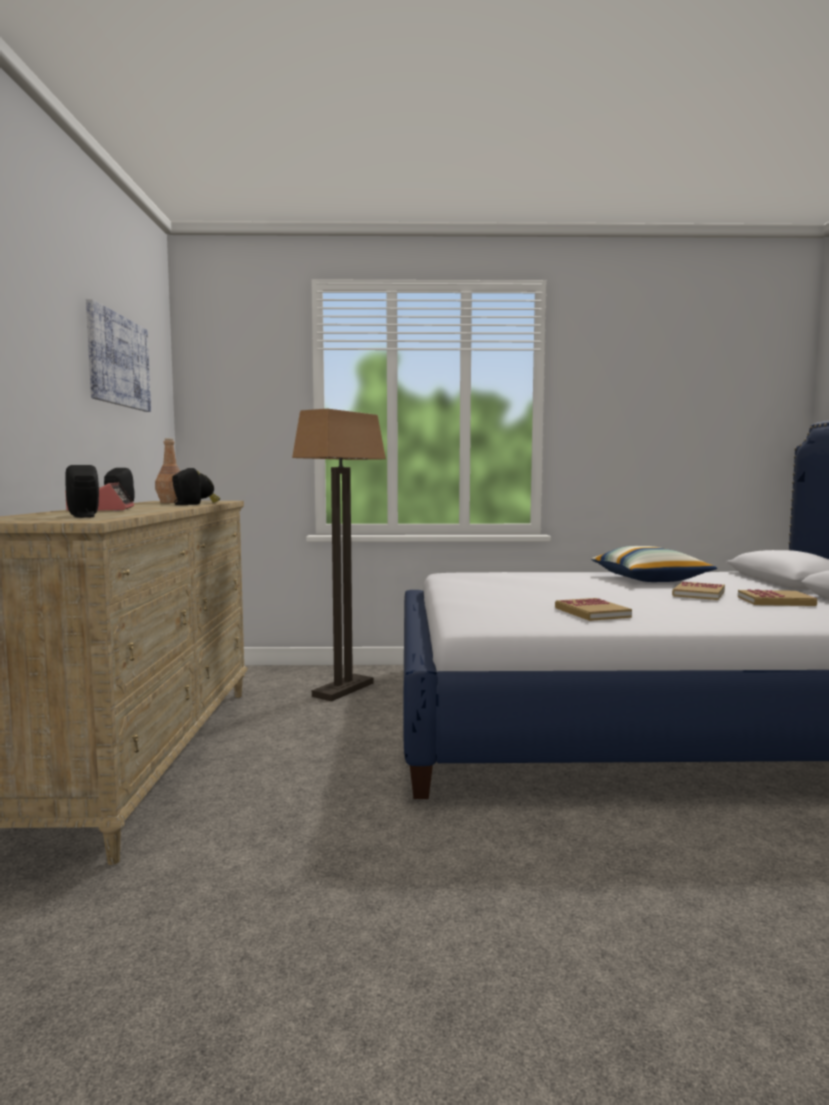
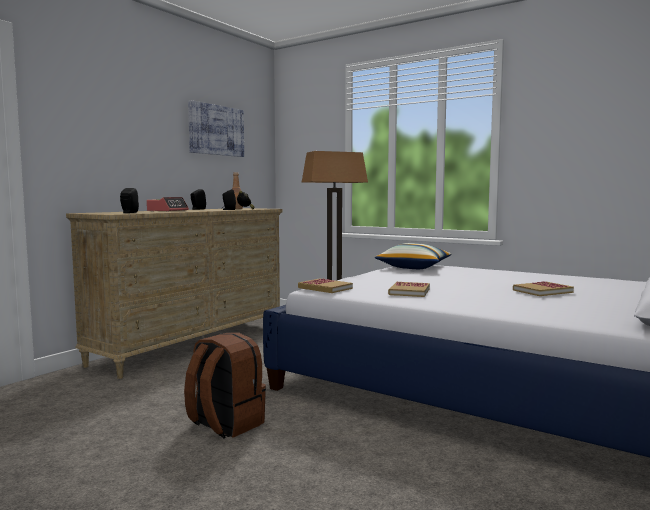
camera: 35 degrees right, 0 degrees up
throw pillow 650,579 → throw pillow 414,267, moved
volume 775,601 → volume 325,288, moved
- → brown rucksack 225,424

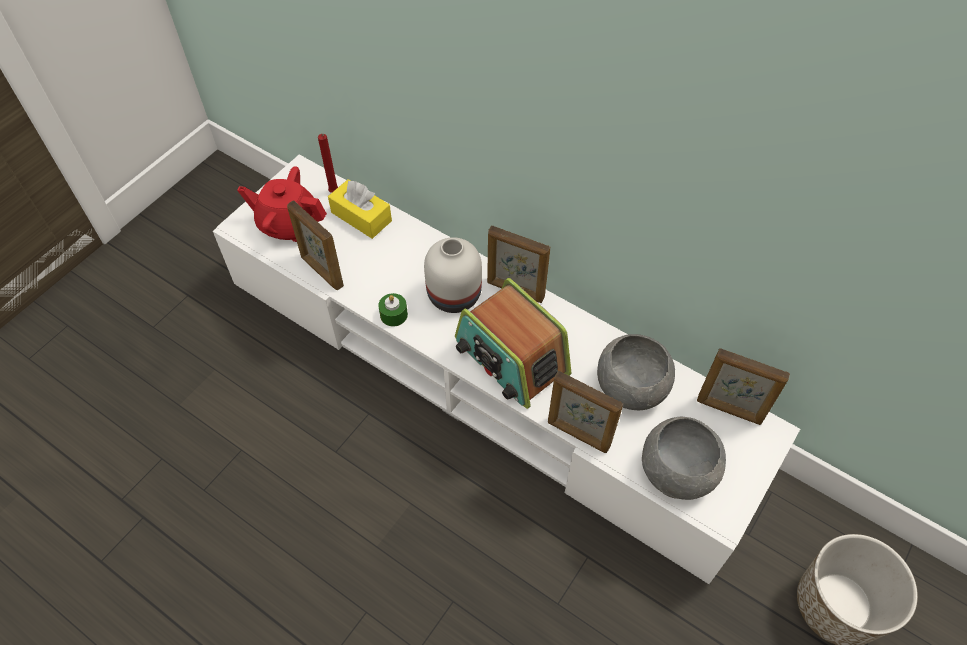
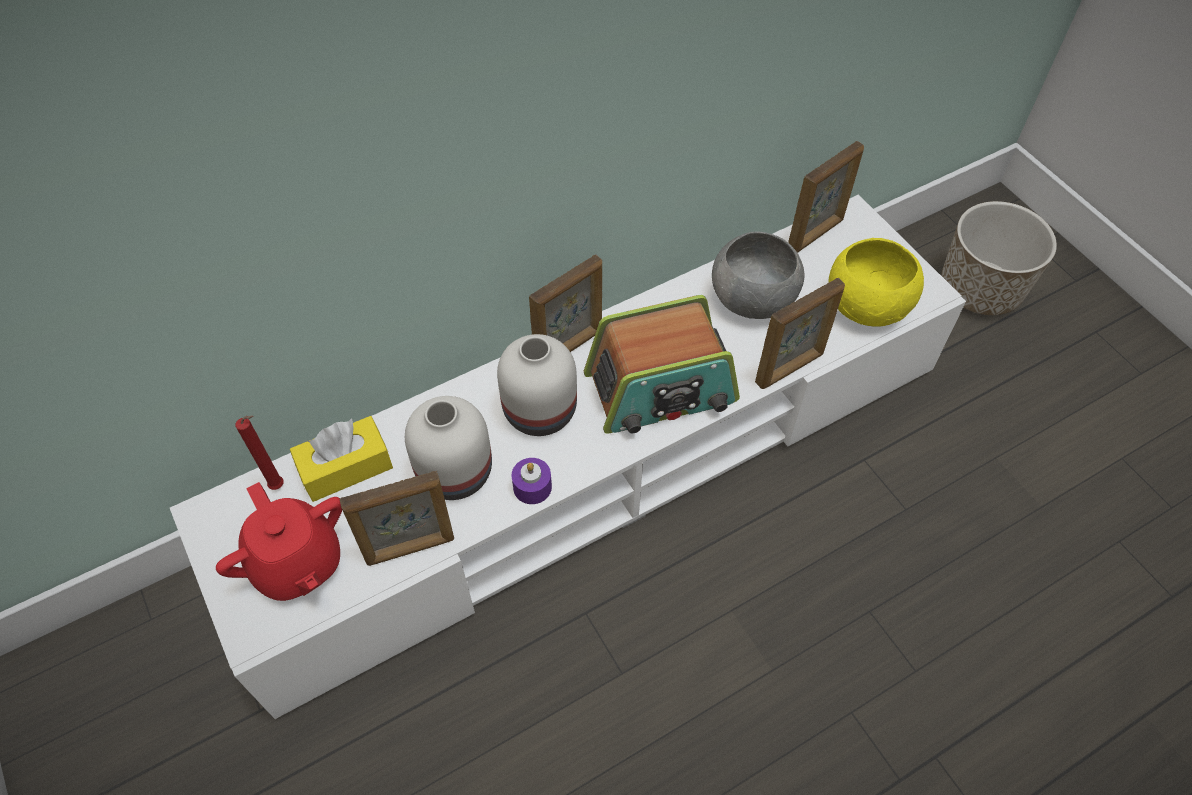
camera: 65 degrees left, 0 degrees up
red pot for tea 289,224 → red pot for tea 297,563, 75 degrees counterclockwise
greenish wax candle 393,315 → purple-coloured wax candle 532,487
greyish serving bowl 677,472 → yellowish serving bowl 868,305
- → whitish vase 453,473

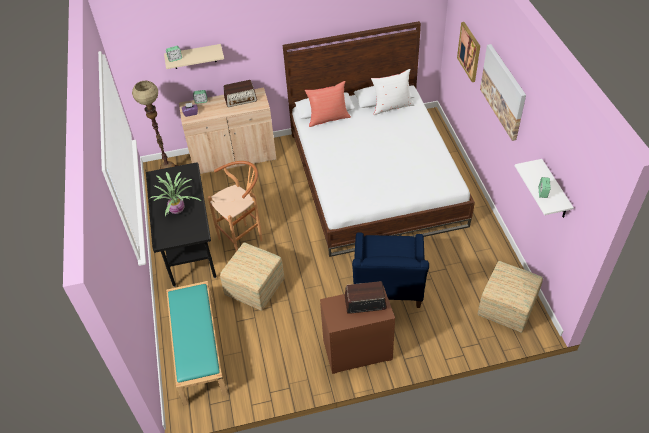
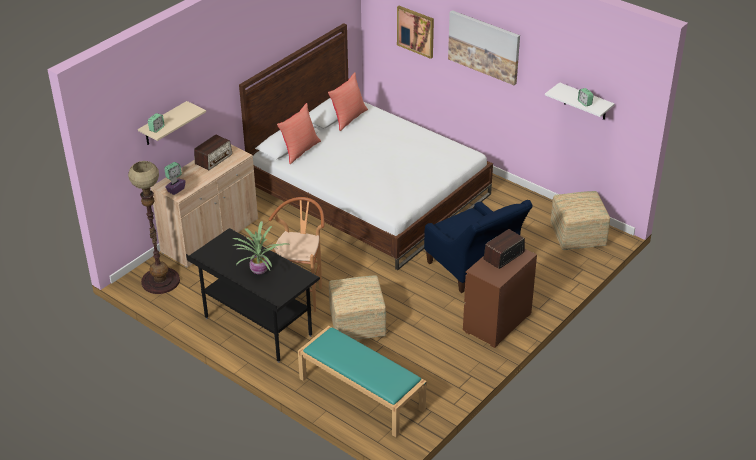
camera: 40 degrees left, 10 degrees down
whitish throw pillow 392,106 → red throw pillow 348,118

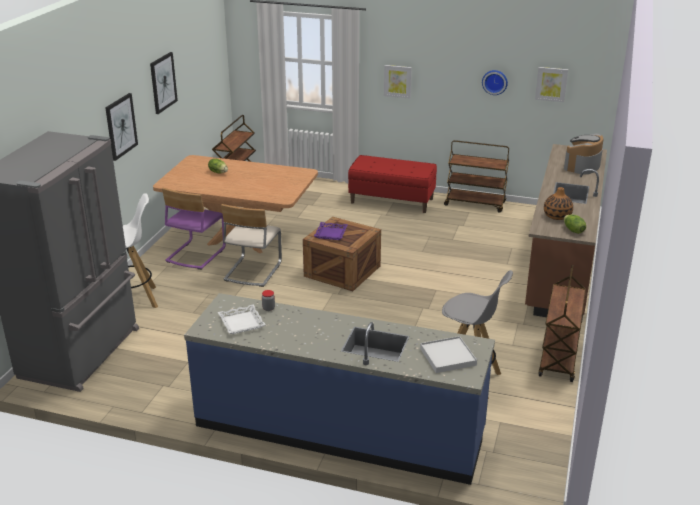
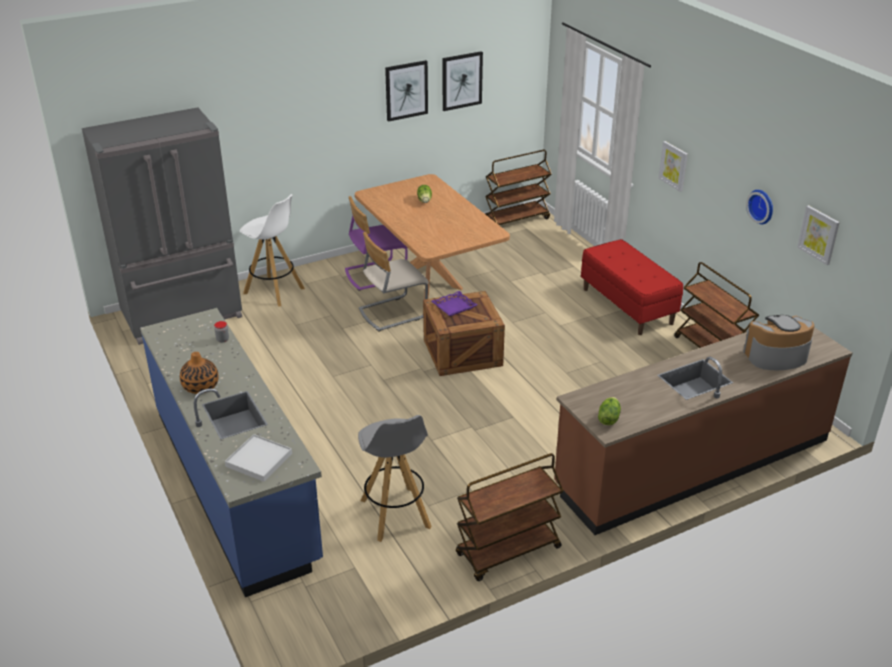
camera: 45 degrees right, 5 degrees up
picture 121,126 → picture 461,81, moved
whitish tray 241,323 → -
vase 557,216 → vase 200,386, moved

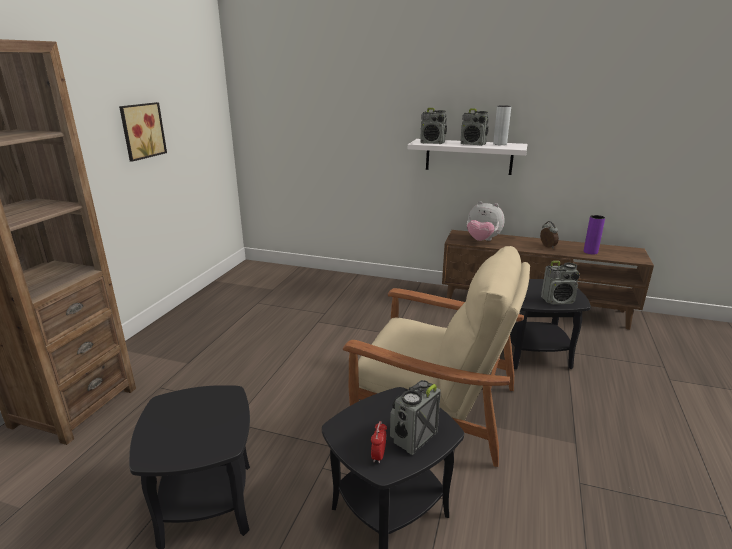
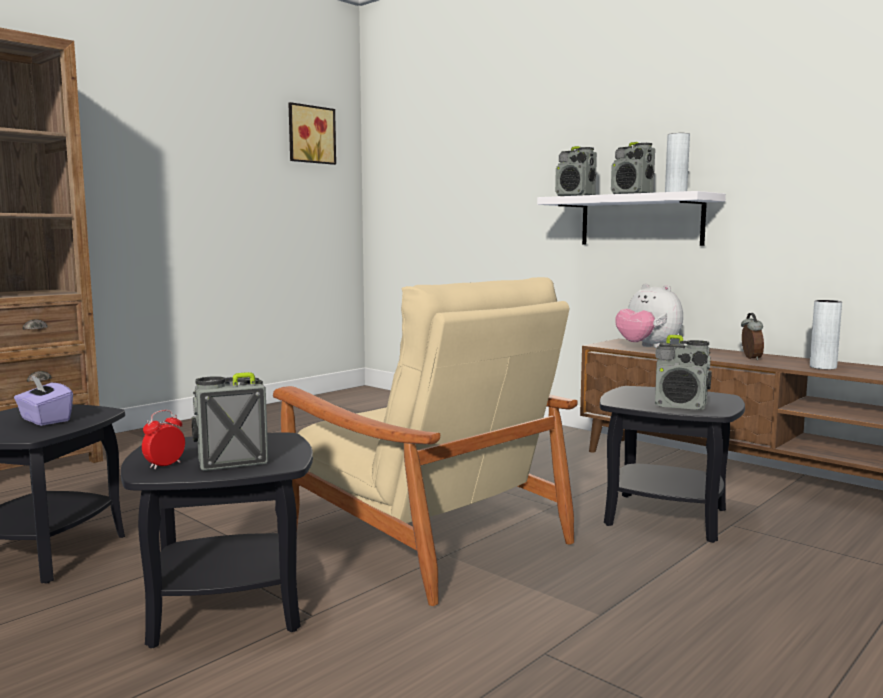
camera: 25 degrees right, 15 degrees down
picture 141,131 → picture 310,134, moved
purple-coloured vase 590,252 → greyish vase 823,367
- → purple-coloured tissue holder 44,420

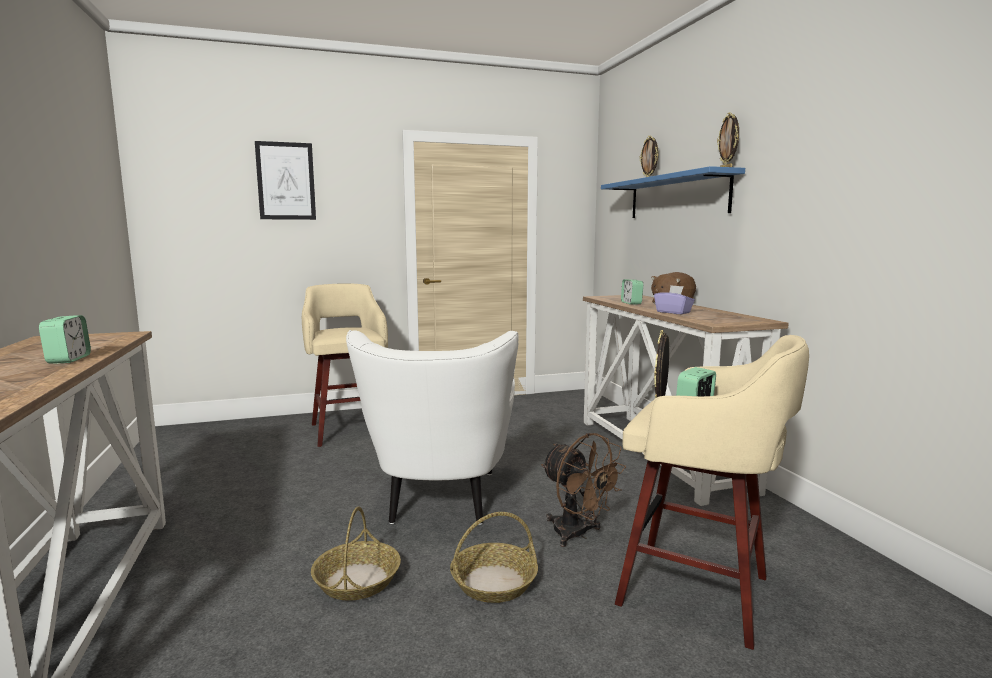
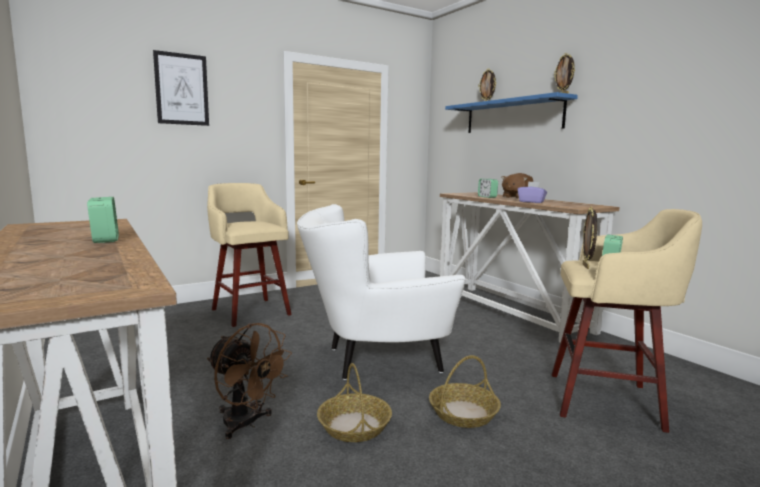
camera: 15 degrees left, 0 degrees up
whitish lounge chair 440,501 → whitish lounge chair 374,359, 90 degrees clockwise
brown fan 577,535 → brown fan 246,424, moved

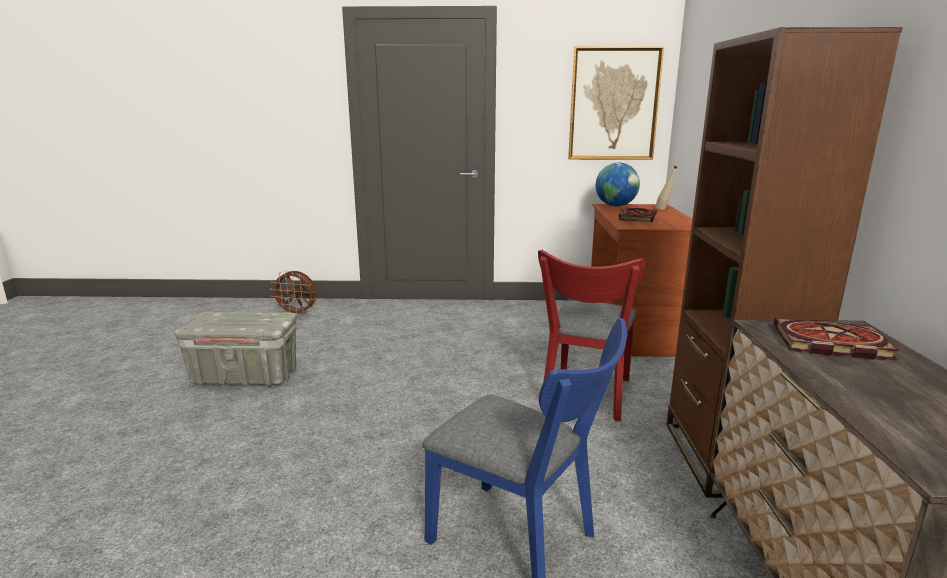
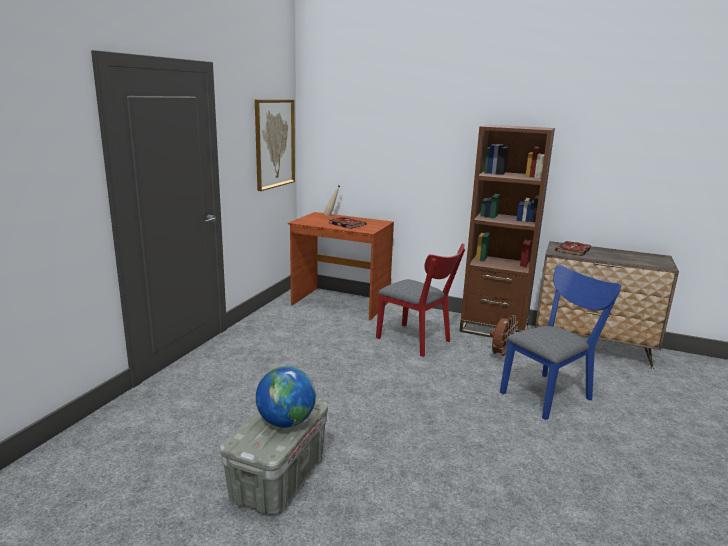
camera: 70 degrees left, 0 degrees up
brown fan 297,314 → brown fan 500,355, moved
desk globe 615,206 → desk globe 286,422, moved

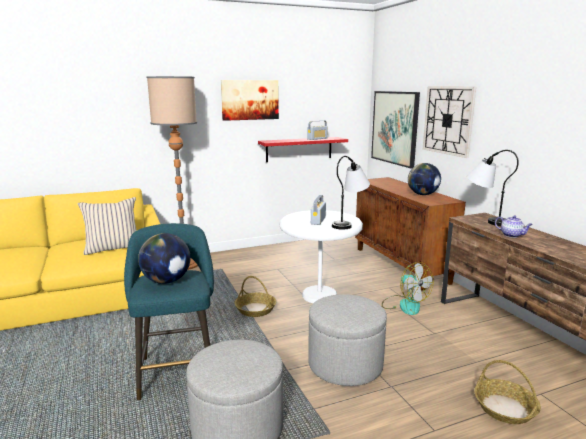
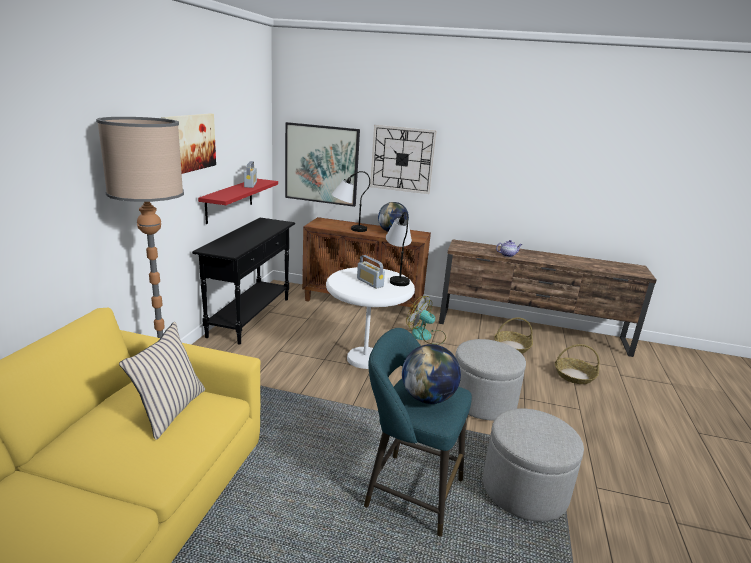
camera: 55 degrees left, 5 degrees up
basket 255,309 → basket 512,346, moved
fan 404,304 → fan 426,336, 150 degrees counterclockwise
lamp for a table 484,220 → lamp for a table 347,229, moved
- → black narrow table 250,317

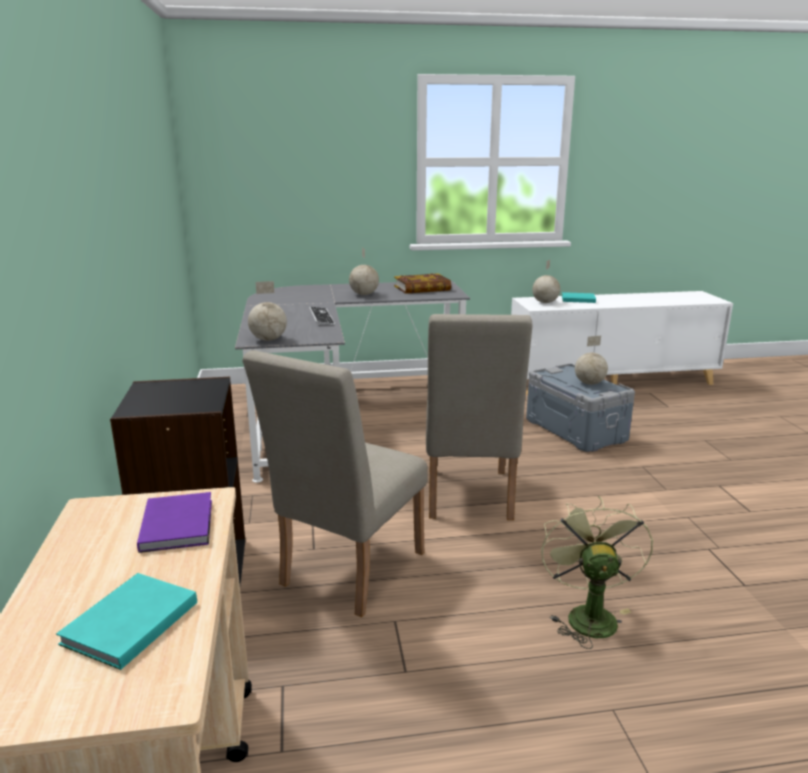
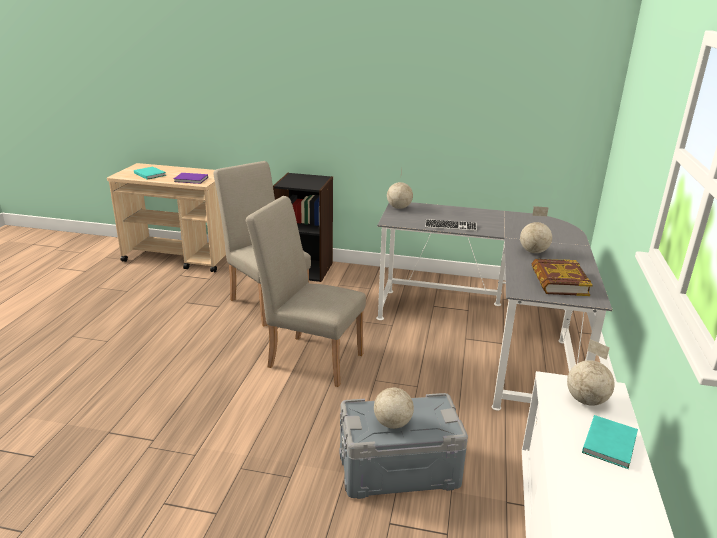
camera: 110 degrees right, 5 degrees up
greenish fan 587,615 → -

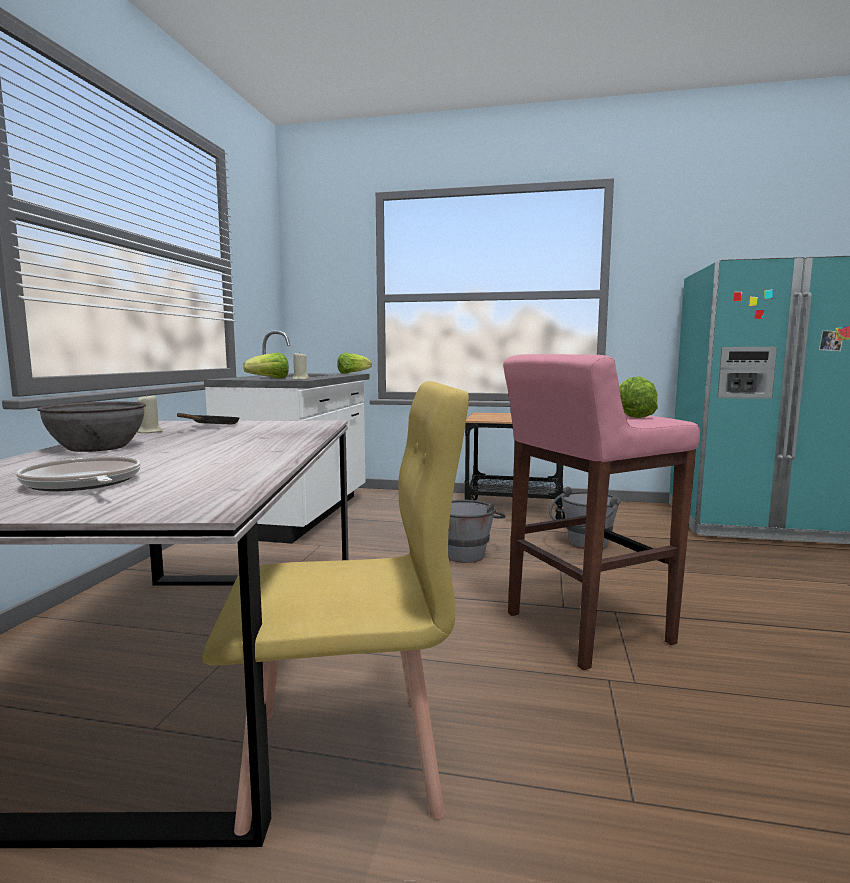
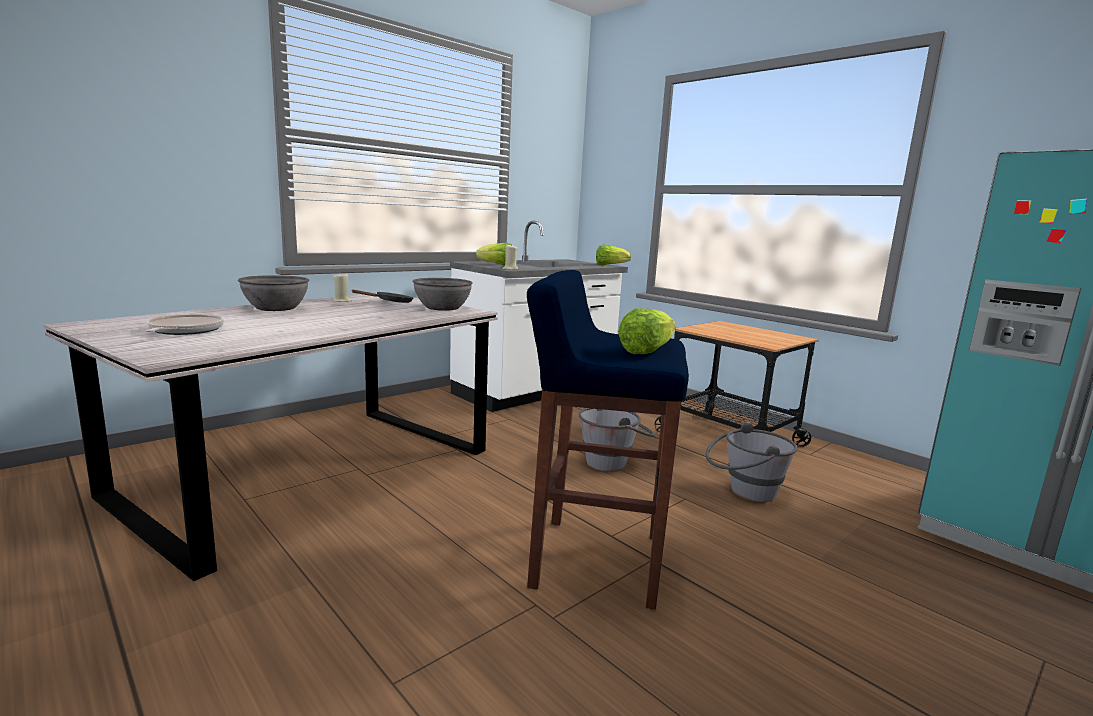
camera: 35 degrees right, 5 degrees up
yellowish upright chair 344,760 → -
pink stool seat 585,628 → bluish stool seat 594,560
- → greyish serving bowl 442,308

